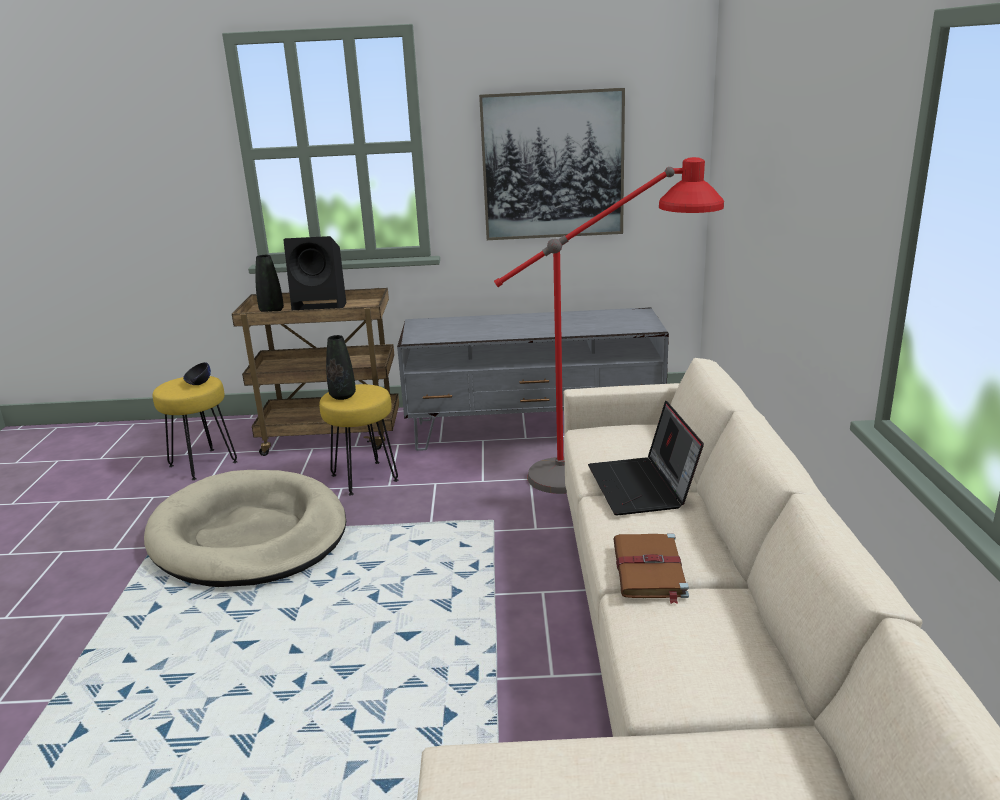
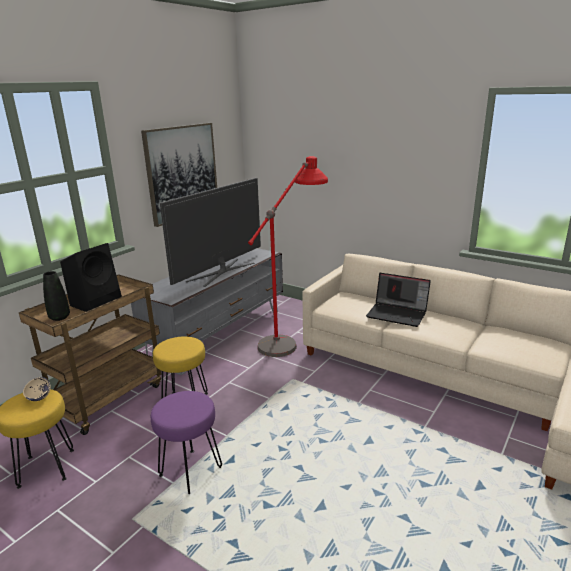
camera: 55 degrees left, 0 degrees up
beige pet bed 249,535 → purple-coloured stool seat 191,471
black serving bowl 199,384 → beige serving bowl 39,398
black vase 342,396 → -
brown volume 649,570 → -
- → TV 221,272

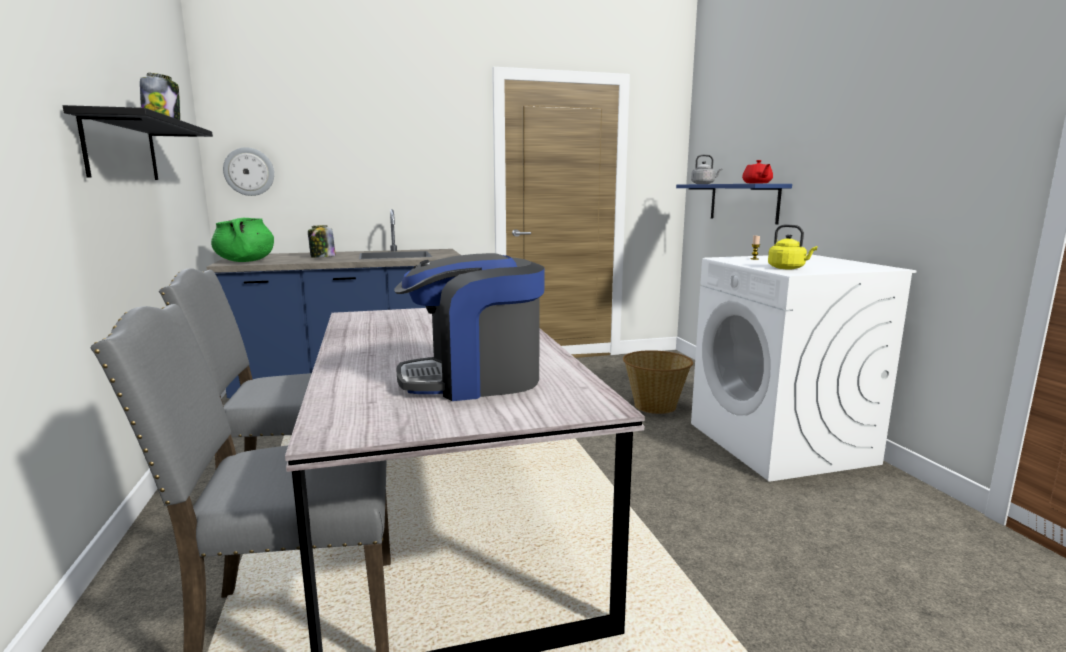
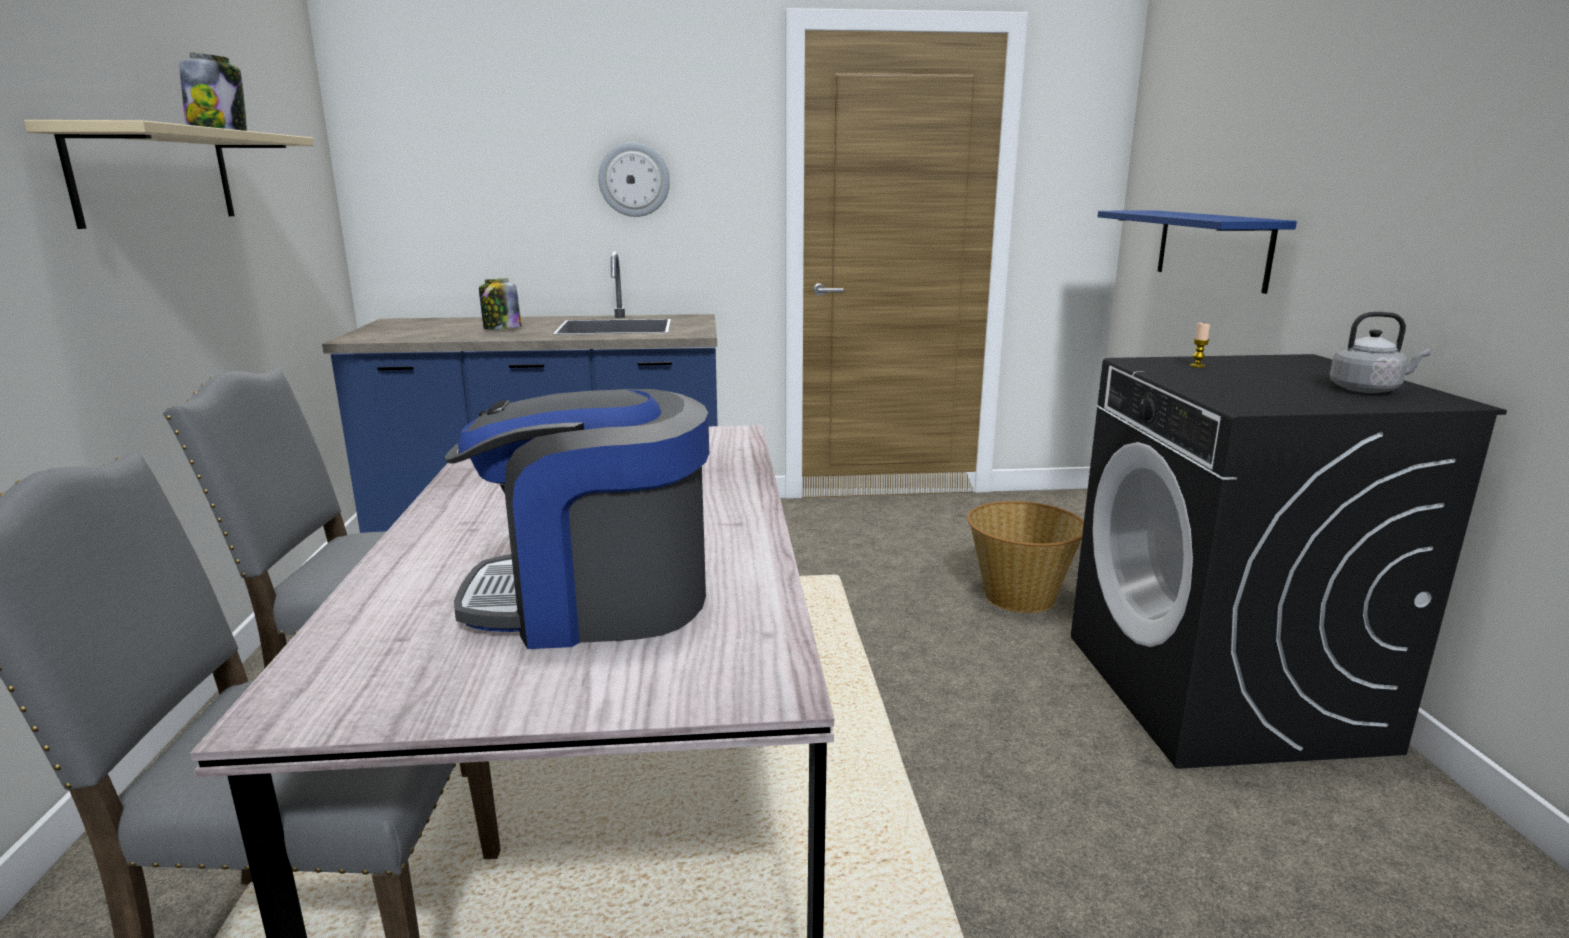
camera: 10 degrees right, 5 degrees up
black wall shelf 121,149 → beige wall shelf 155,176
greenish stockpot 245,261 → -
wall clock 249,171 → wall clock 634,180, moved
greyish water kettle 704,184 → greyish water kettle 1368,390, moved
whitish washing machine 780,443 → black washing machine 1222,691
red pot for tea 757,183 → -
yellowish water kettle 788,268 → -

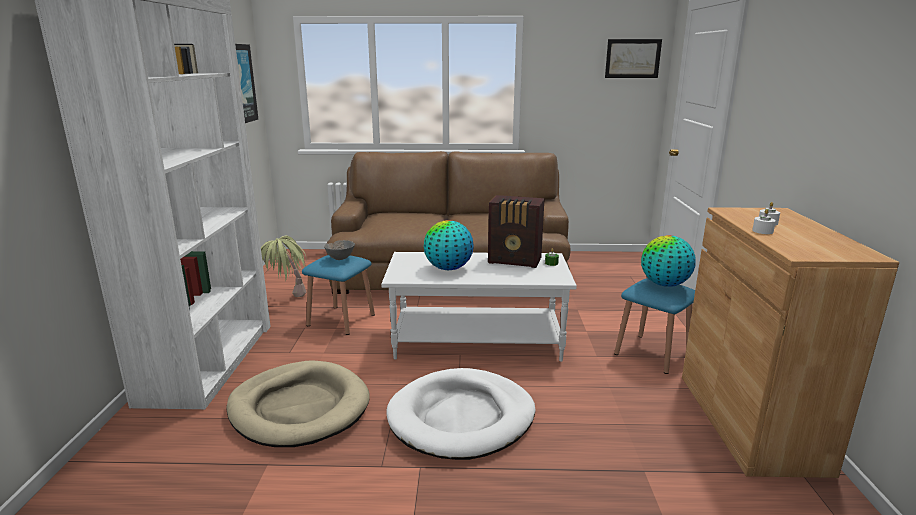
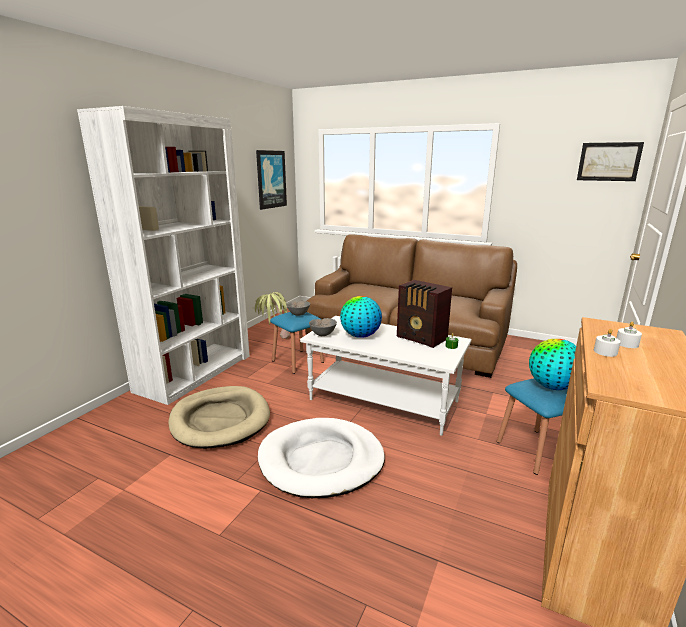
camera: 25 degrees right, 0 degrees up
- → greyish serving bowl 323,334

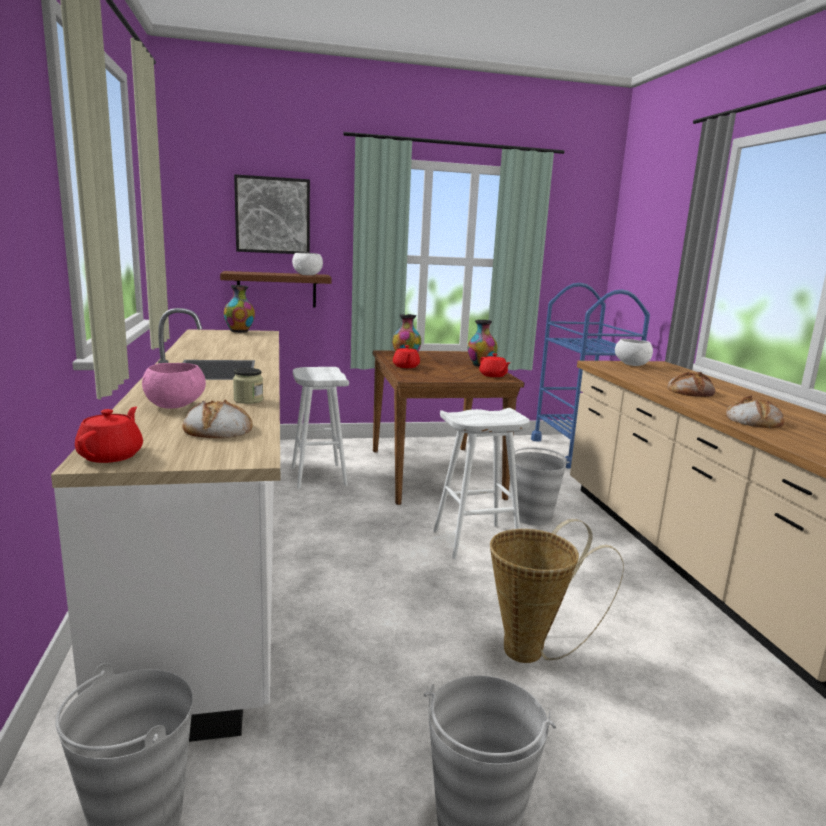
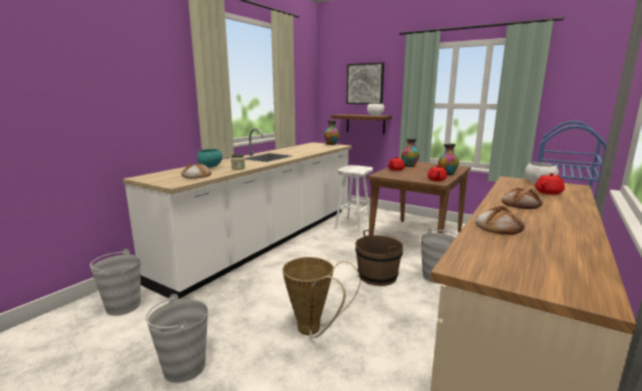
camera: 45 degrees right, 0 degrees up
red pot for tea 112,455 → red pot for tea 548,192, moved
pink serving bowl 176,406 → blue-green serving bowl 210,167
whitish stool seat 475,541 → brown water bucket 377,276

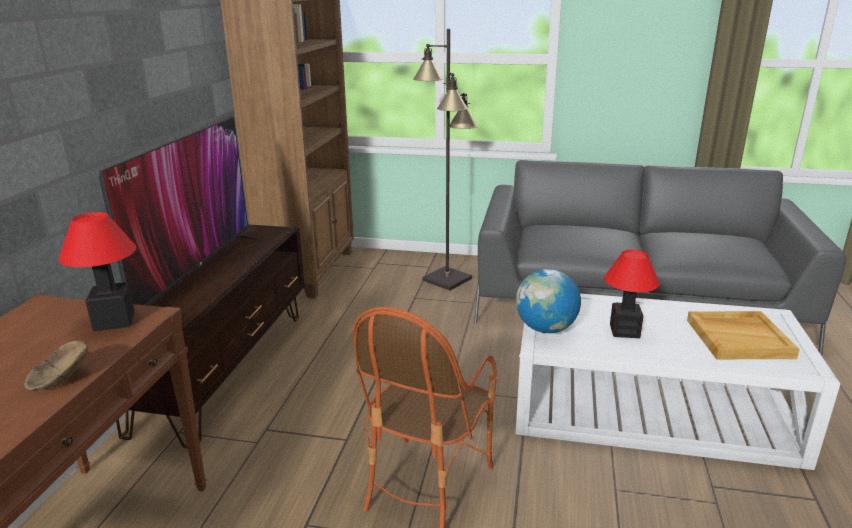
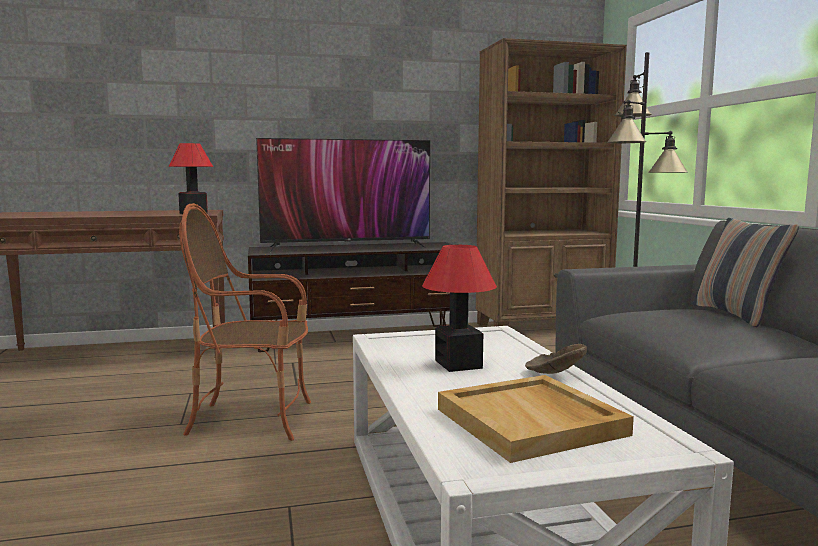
camera: 65 degrees right, 15 degrees down
brown serving bowl 59,379 → brown serving bowl 554,372, moved
desk globe 545,329 → -
- → throw pillow 736,315

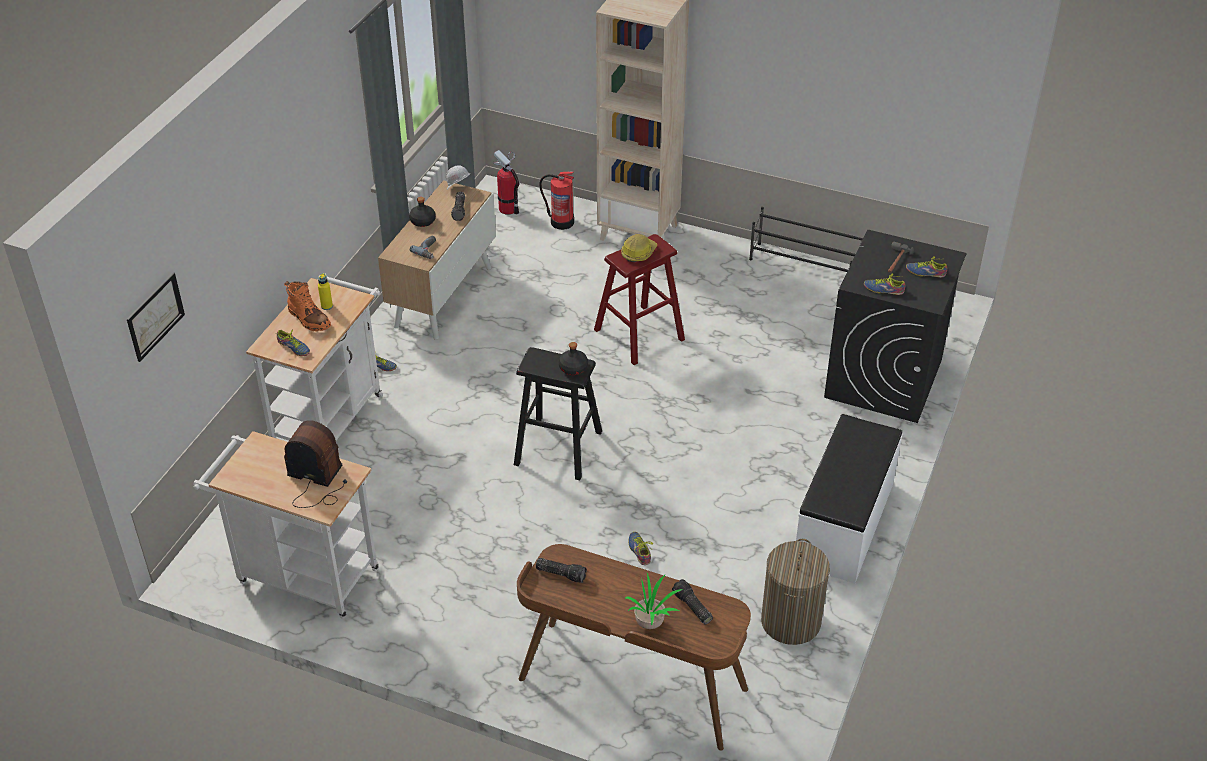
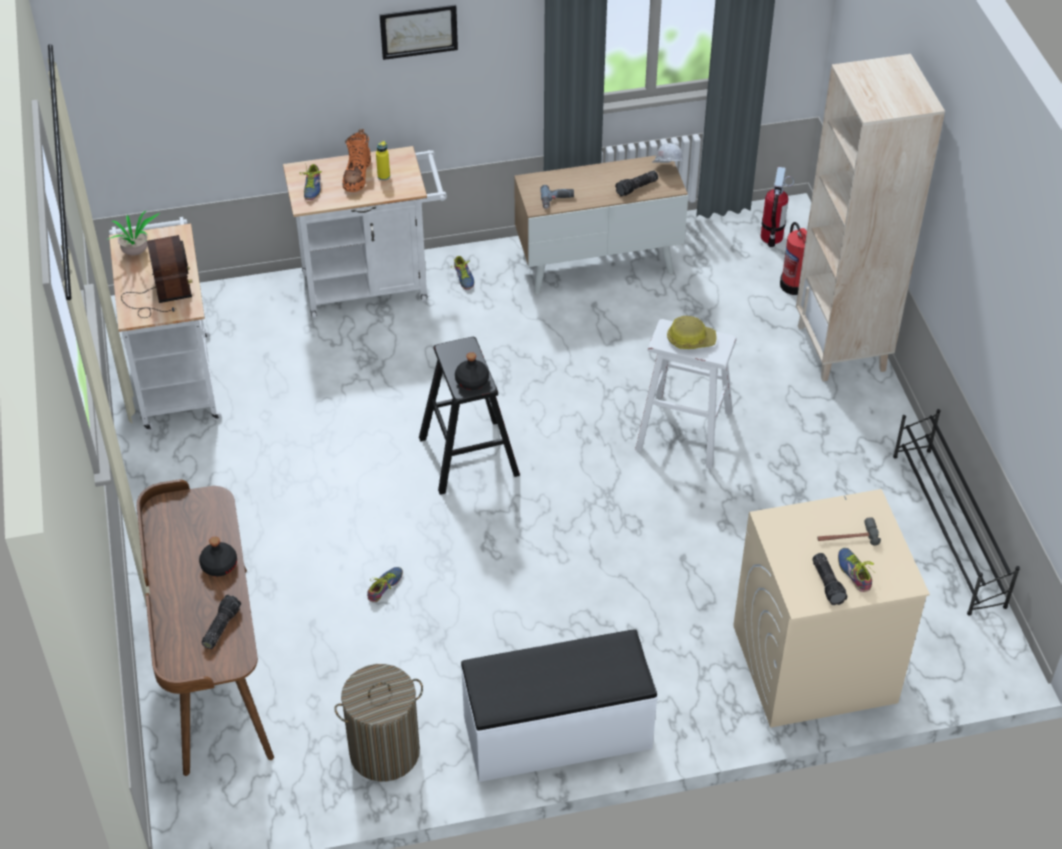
camera: 55 degrees right, 5 degrees up
picture 155,316 → picture 419,31, moved
black beverage bottle 422,221 → black beverage bottle 219,565, moved
hand torch 561,573 → hand torch 828,583, moved
red stool seat 639,334 → whitish stool seat 684,430
potted plant 651,622 → potted plant 137,253, moved
black washing machine 884,379 → beige washing machine 813,664
item of footwear 883,288 → -

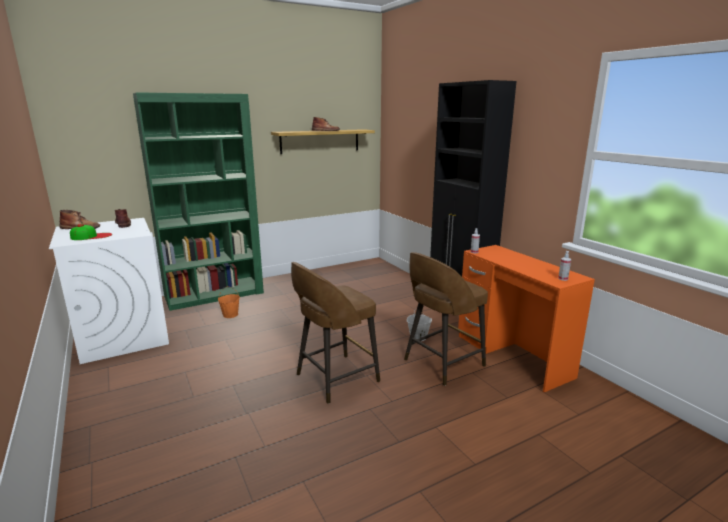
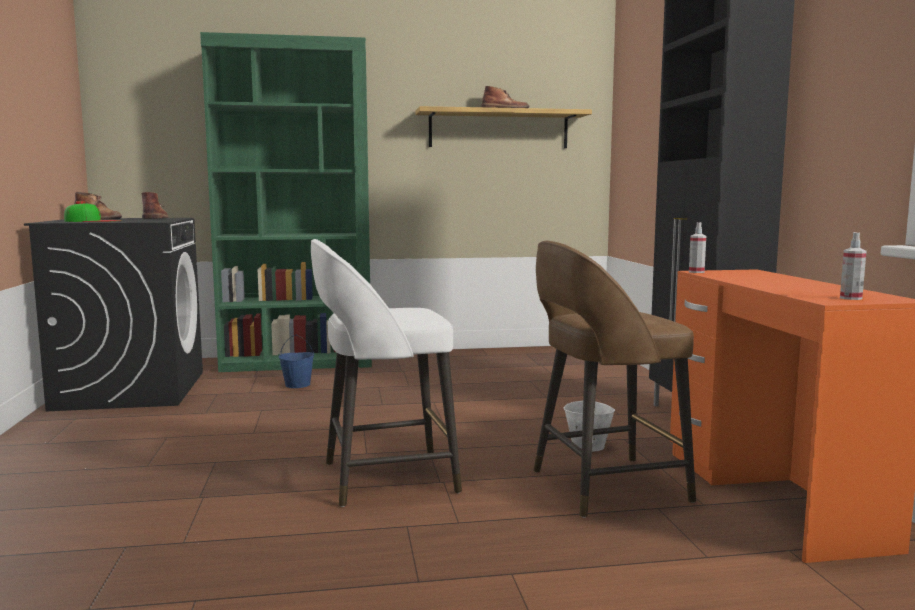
camera: 20 degrees right, 10 degrees down
whitish washing machine 123,335 → black washing machine 131,390
orange-coloured water bucket 230,315 → bluish water bucket 297,385
brown stool seat 335,378 → whitish stool seat 385,477

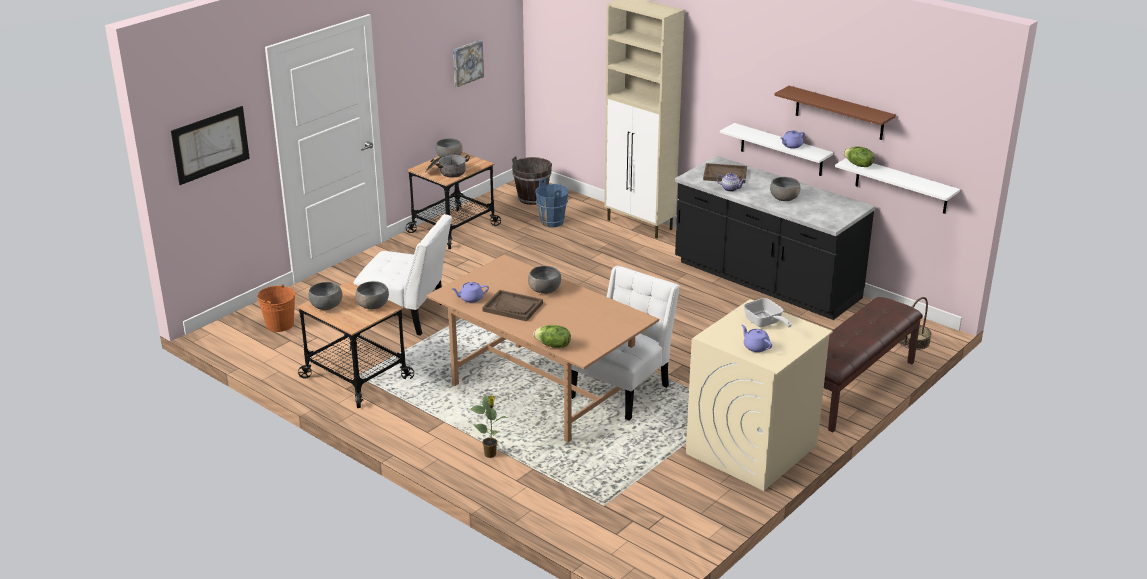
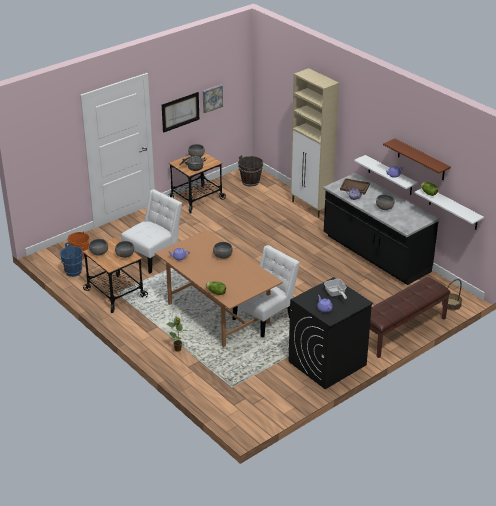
camera: 10 degrees right, 5 degrees up
picture 210,144 → picture 180,112, moved
whitish upright chair 407,315 → whitish upright chair 153,256, 75 degrees counterclockwise
brown tray 513,307 → -
bluish water bucket 552,222 → bluish water bucket 73,272, moved
beige washing machine 751,449 → black washing machine 327,363

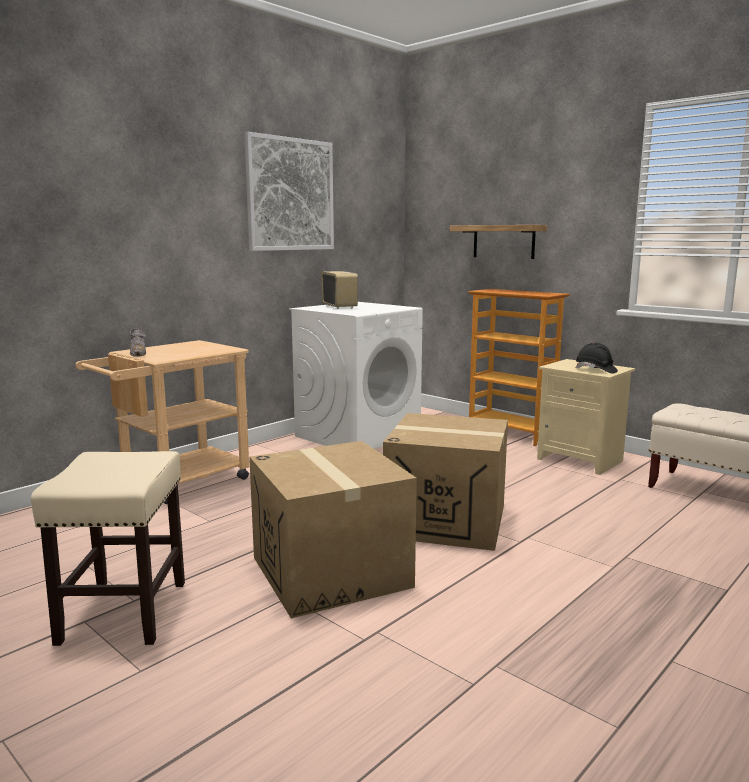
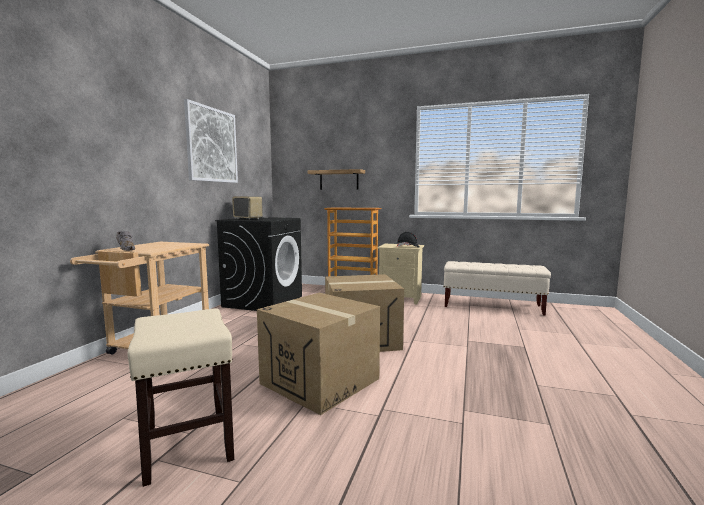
camera: 25 degrees left, 5 degrees down
whitish washing machine 358,434 → black washing machine 263,301

